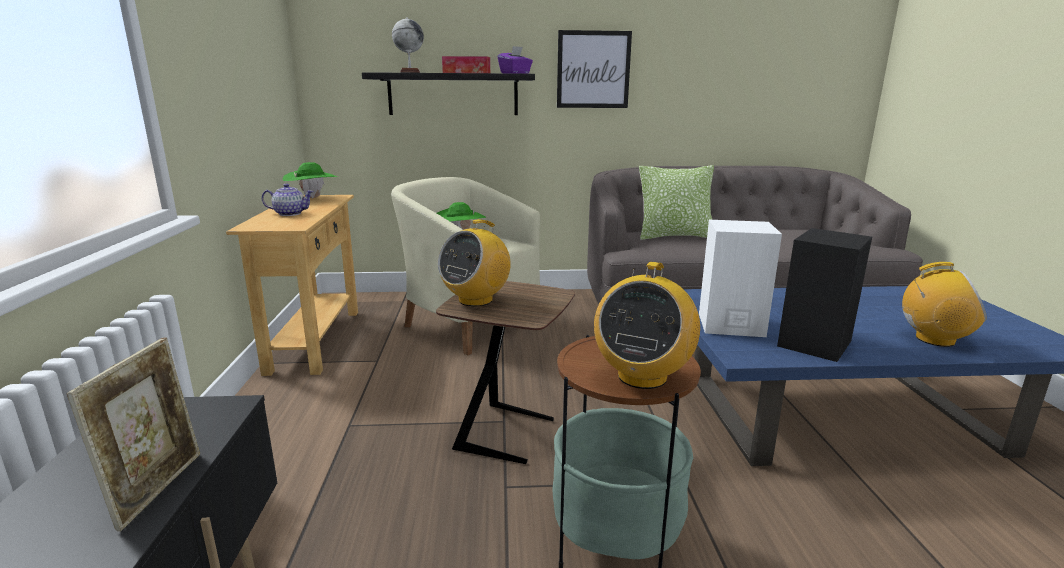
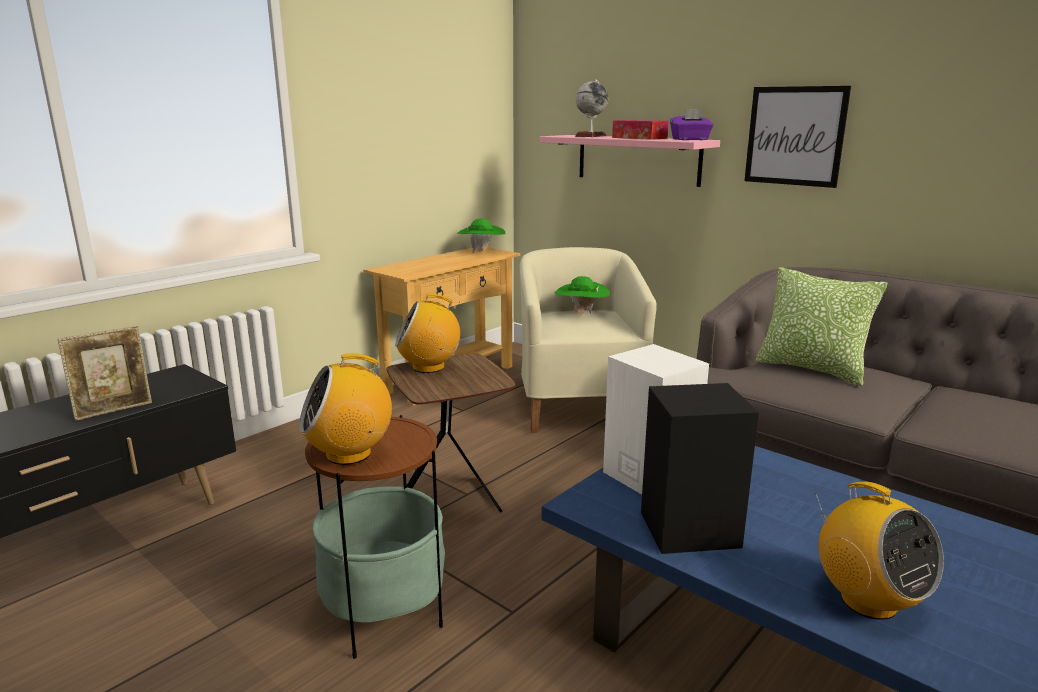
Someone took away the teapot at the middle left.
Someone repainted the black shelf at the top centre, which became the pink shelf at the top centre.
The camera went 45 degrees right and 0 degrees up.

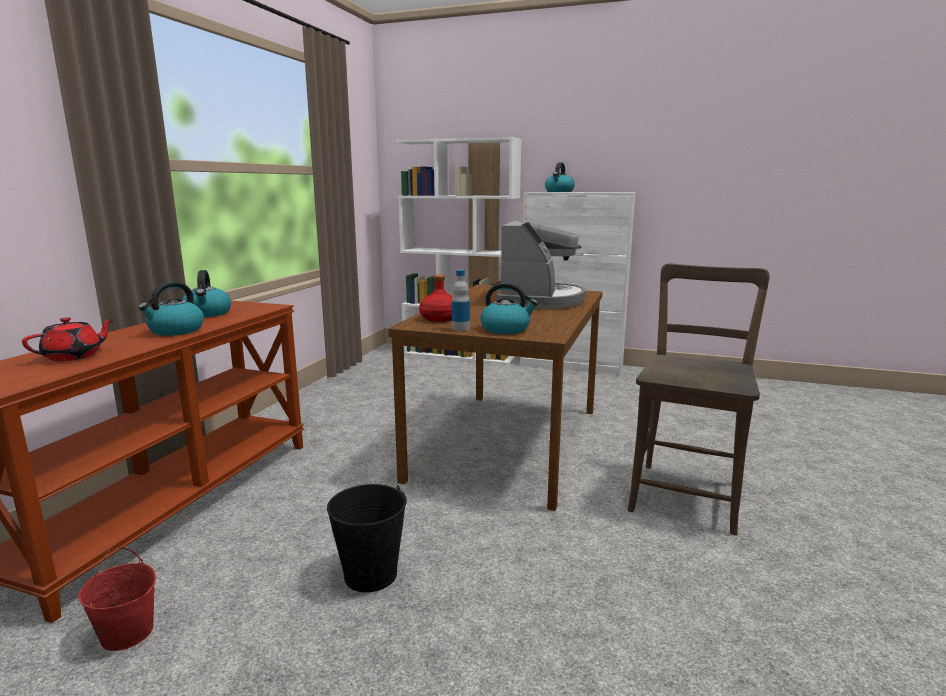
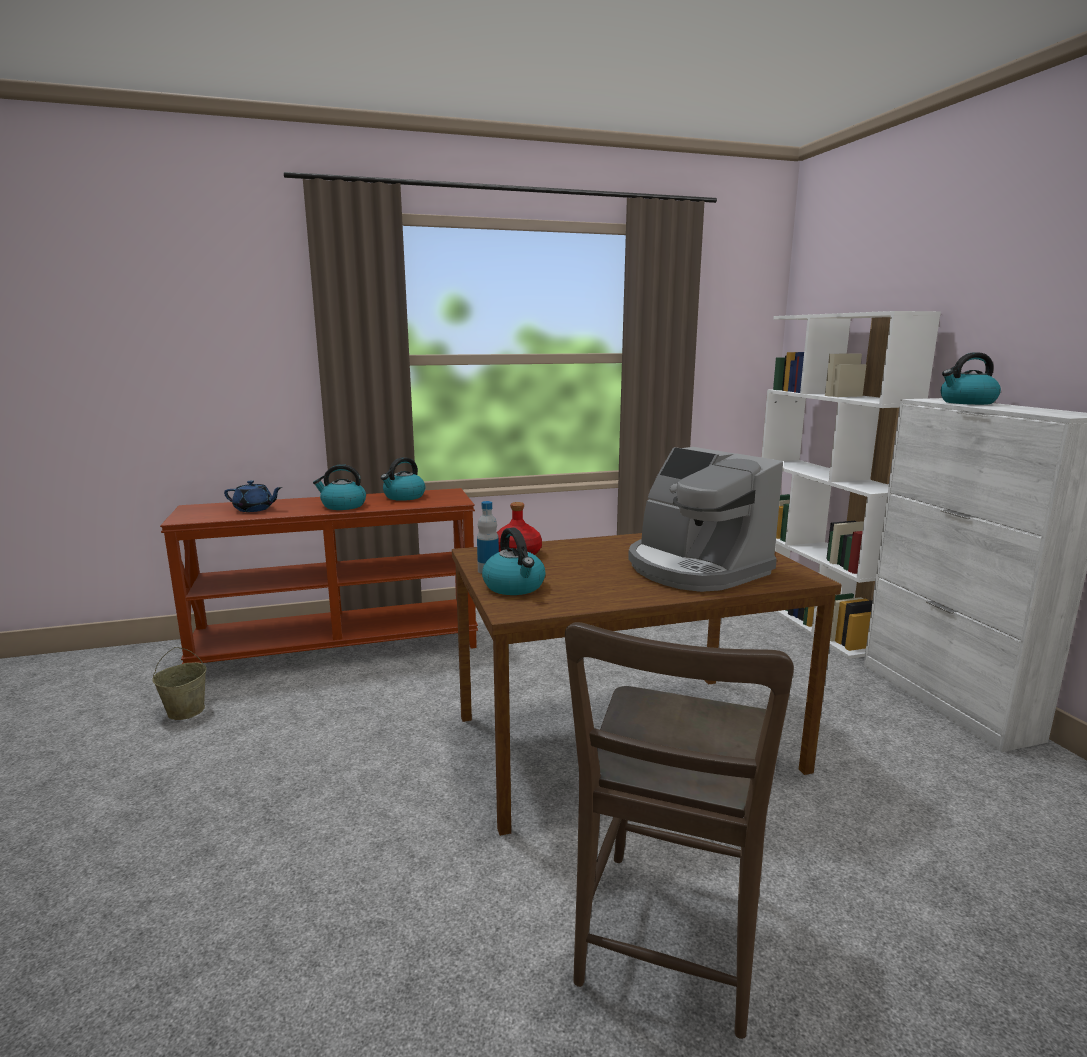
Someone took away the black bucket at the bottom centre.
Someone repainted the red teapot at the middle left, which became the blue teapot at the middle left.
Someone repainted the red bucket at the bottom left, which became the beige bucket at the middle left.
Someone rotated the coffee machine at the centre by 75 degrees clockwise.
Someone rotated the brown chair at the middle right by 120 degrees clockwise.
The camera went 55 degrees right and 0 degrees up.

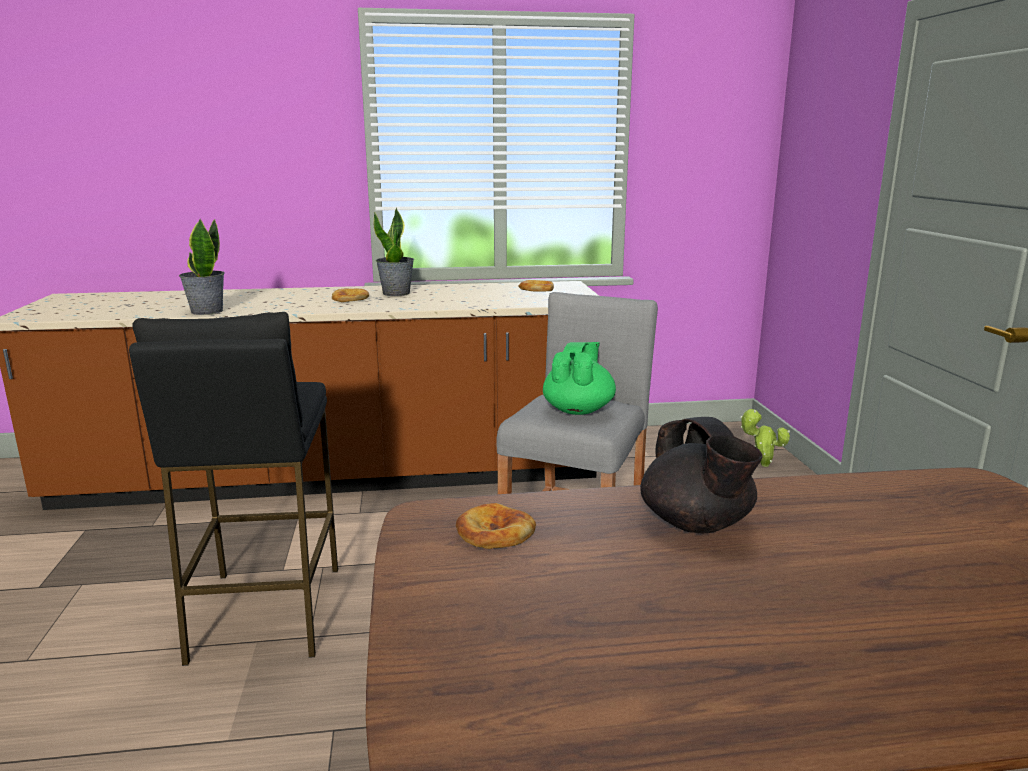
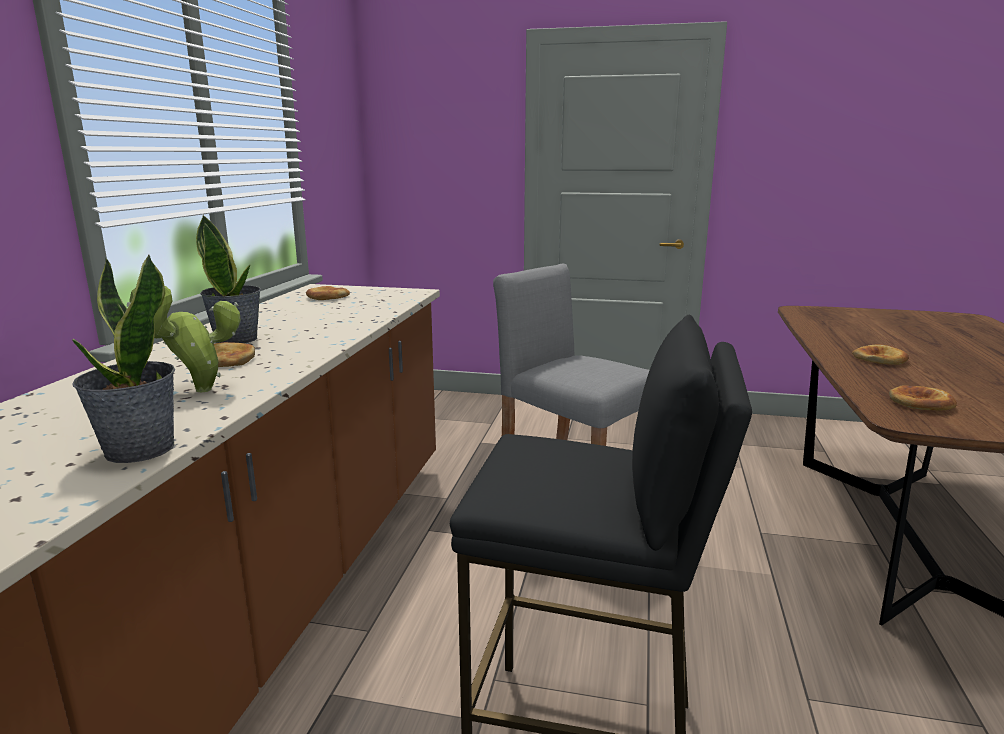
Someone took away the green teapot at the centre.
Someone carried the potted plant (3rd from left in the first image) from the middle right to the middle left.
Someone swapped the black teapot at the middle right for the bread (3rd from left) at the middle right.
The camera went 70 degrees left and 0 degrees up.

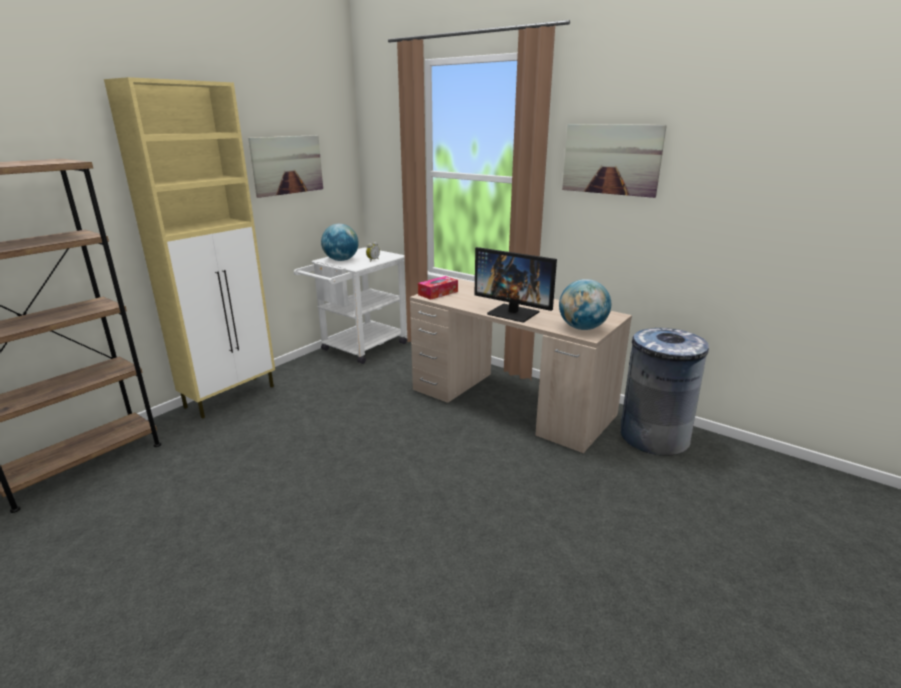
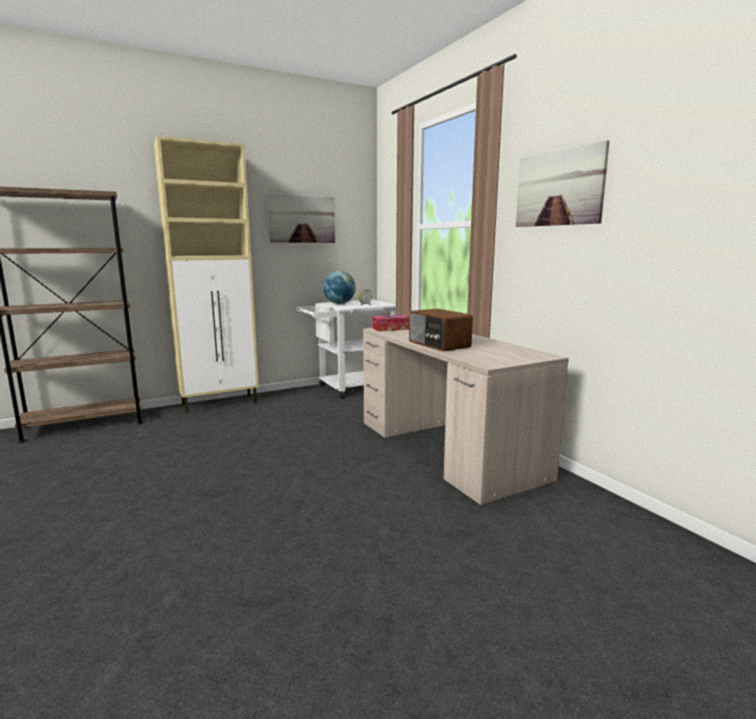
Someone took away the globe (2nd from left) at the centre.
Someone took away the grey trash can at the middle right.
Someone swapped the monitor at the centre for the radio at the centre.
The camera went 25 degrees right and 10 degrees down.

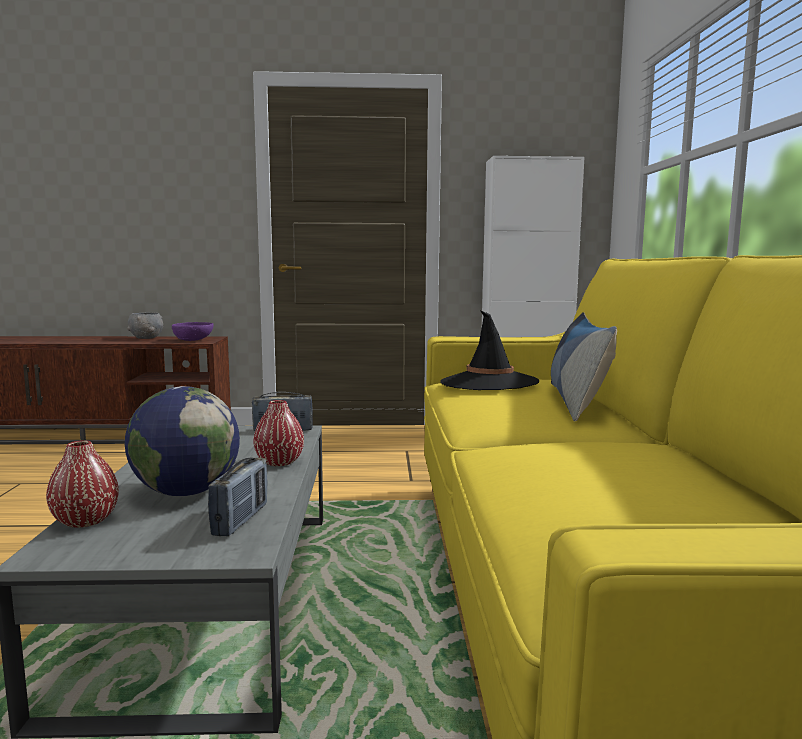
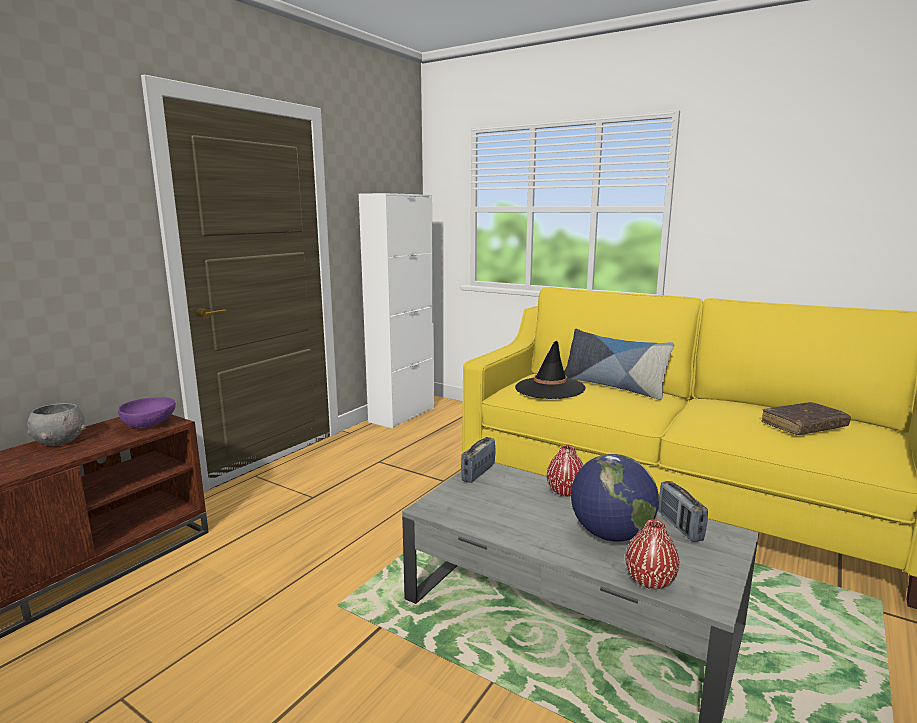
Someone put down the brown book at the middle right.
Someone rotated the radio (1st from left in the first image) at the bottom left by 150 degrees counterclockwise.
The camera went 55 degrees left and 5 degrees up.

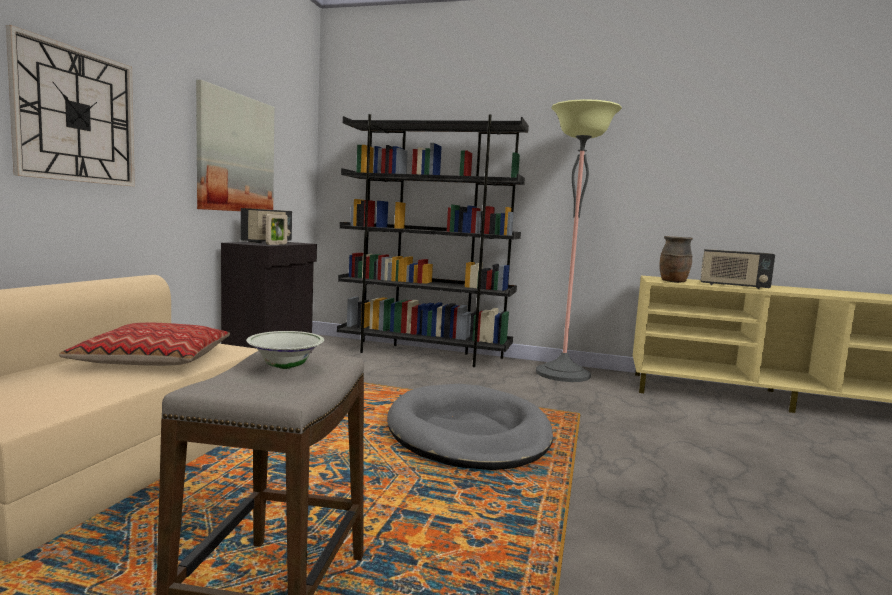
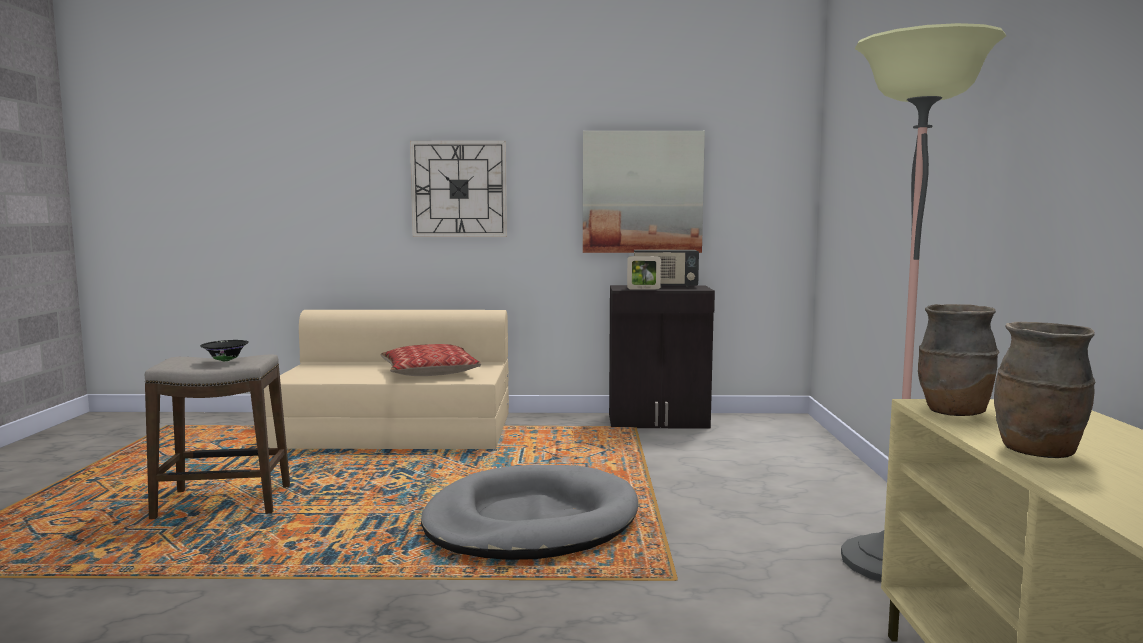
Someone took away the black bookcase at the centre.
Someone swapped the radio (2nd from left) at the middle right for the brown vase (2nd from left) at the middle right.
Someone repainted the white bowl at the middle left, which became the black bowl at the middle left.
The camera went 75 degrees right and 0 degrees up.

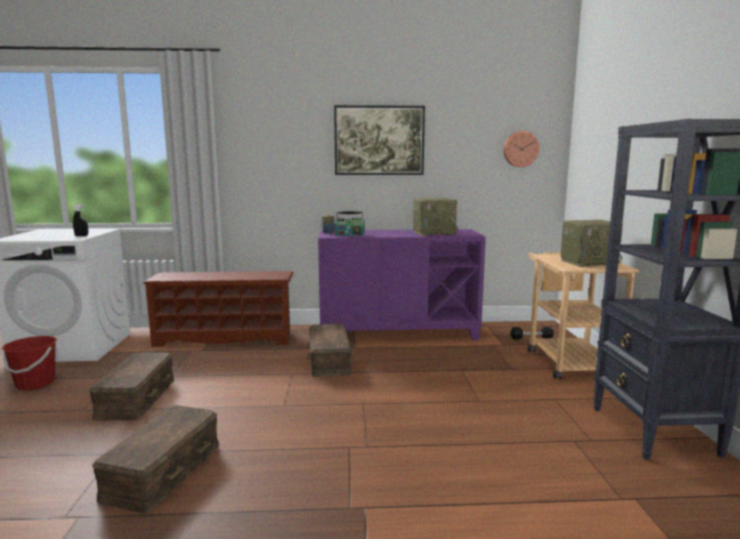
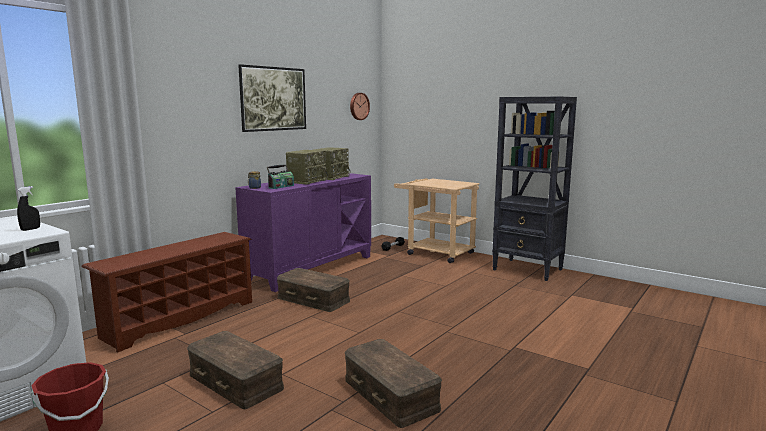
Someone carried the radio (3rd from left in the first image) from the middle right to the centre.
The camera went 50 degrees left and 0 degrees up.

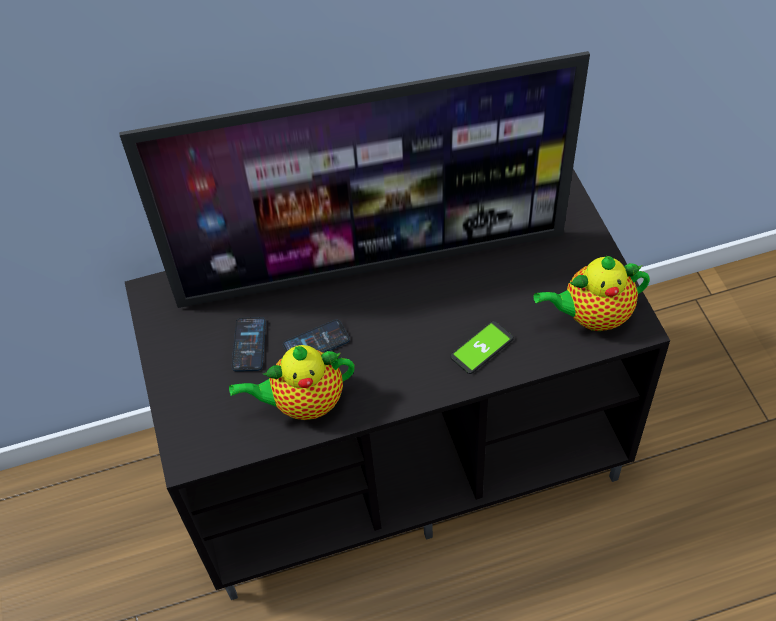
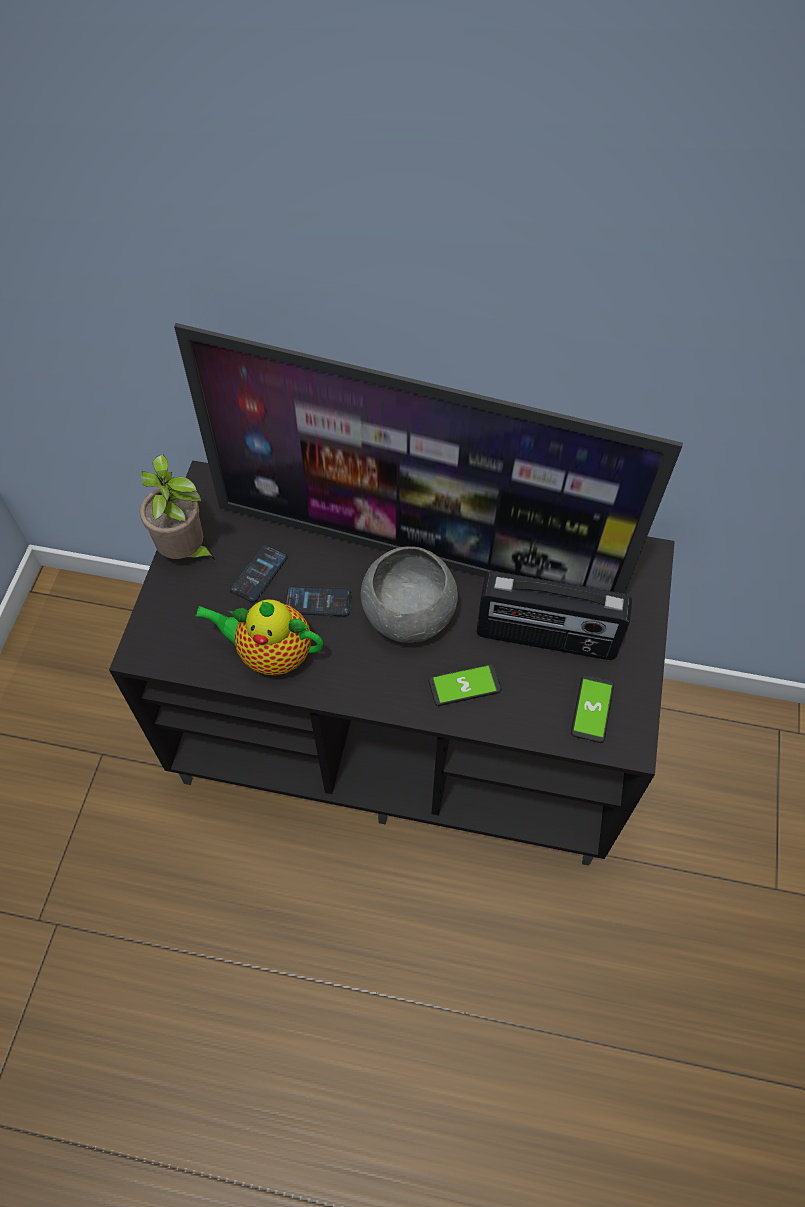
Someone put down the potted plant at the middle left.
Someone put down the grey bowl at the centre.
Someone put down the radio at the middle right.
Someone swapped the teapot (2nd from left) at the middle right for the phone (4th from left) at the middle right.
The camera went 25 degrees right and 5 degrees up.

